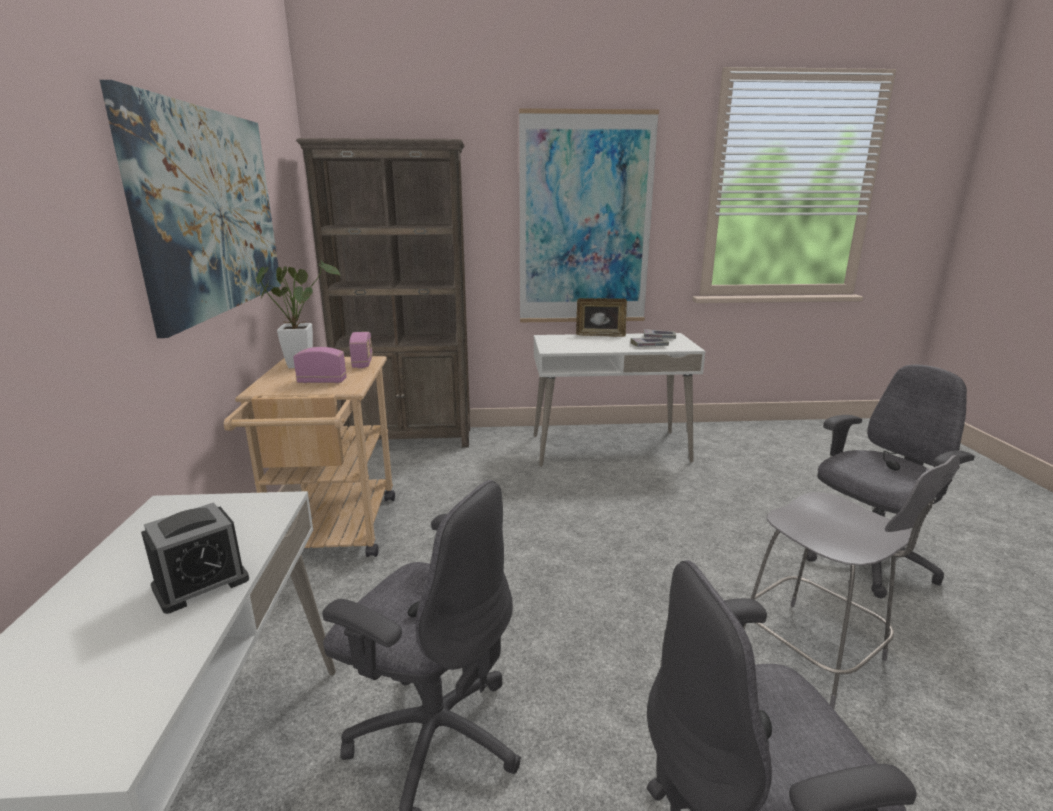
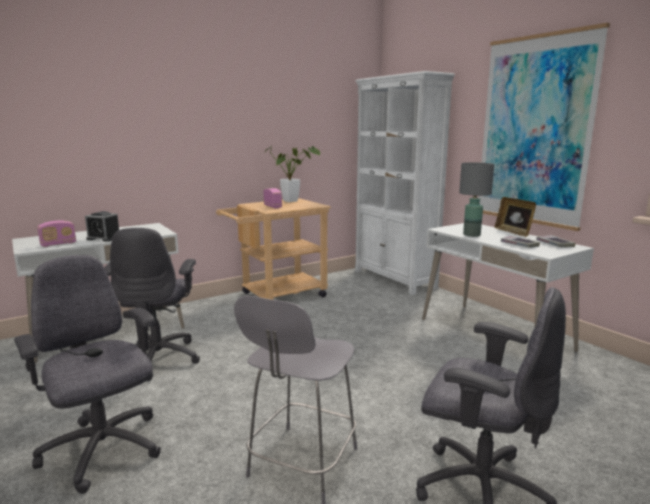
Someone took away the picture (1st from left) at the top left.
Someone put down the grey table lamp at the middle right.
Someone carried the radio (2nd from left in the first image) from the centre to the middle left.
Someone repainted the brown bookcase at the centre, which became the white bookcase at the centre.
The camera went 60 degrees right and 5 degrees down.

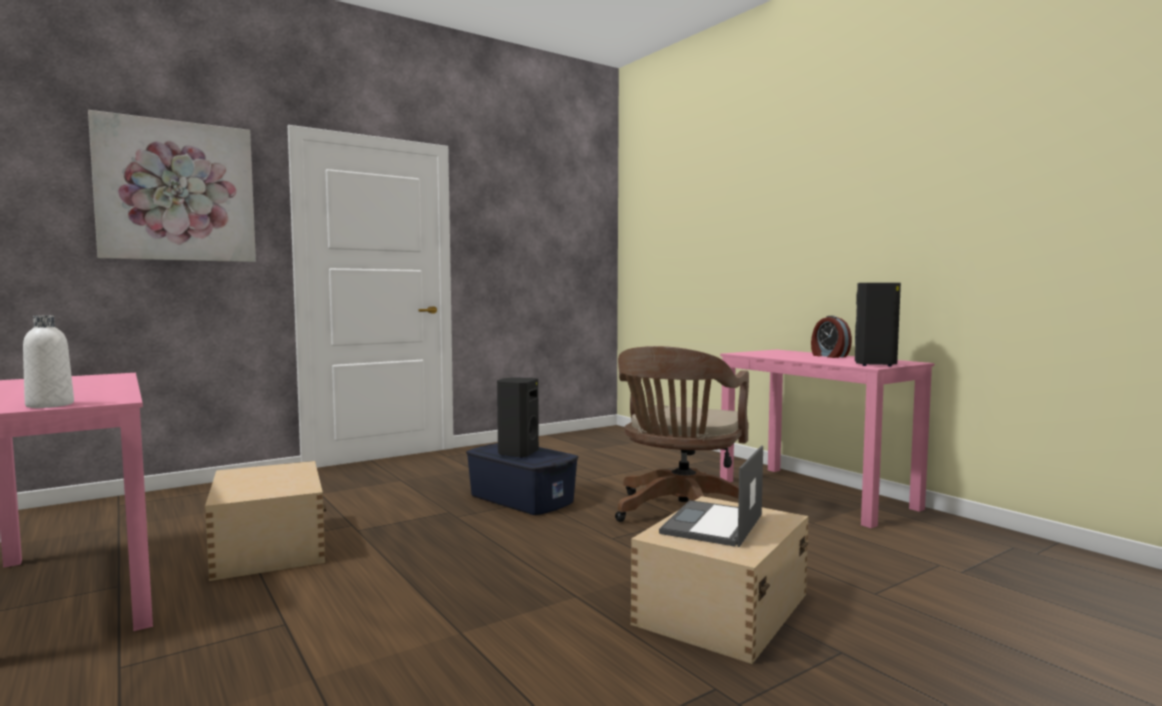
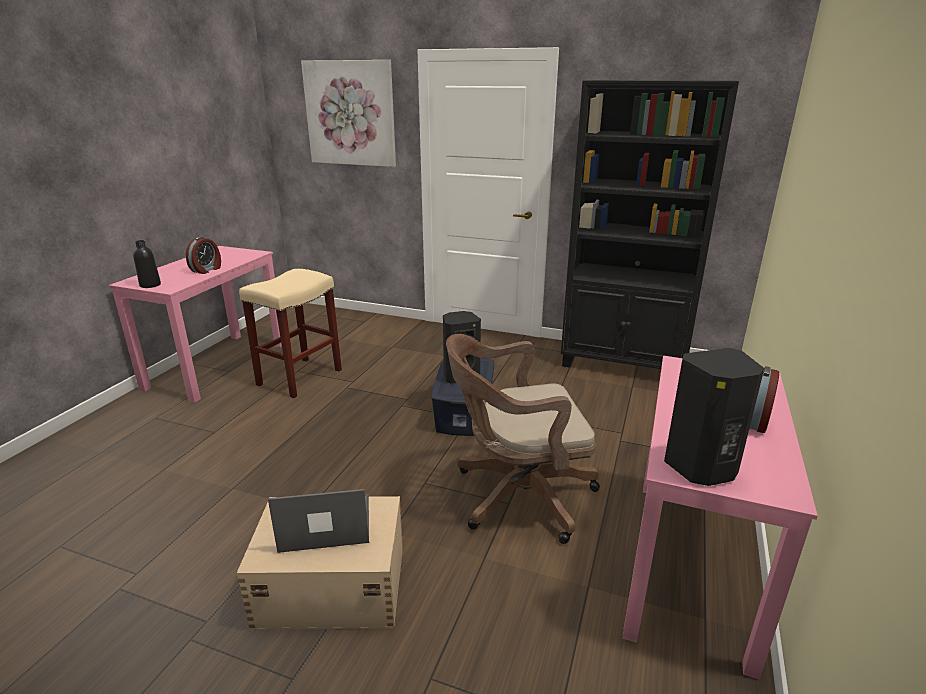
Someone put down the alarm clock (1st from left) at the middle left.
Someone put down the black bookcase at the top right.
Someone swapped the beige storage box (1st from left) at the bottom left for the beige stool at the middle left.
Someone repainted the white bottle at the middle left, which became the black bottle at the middle left.
The camera went 55 degrees right and 20 degrees up.

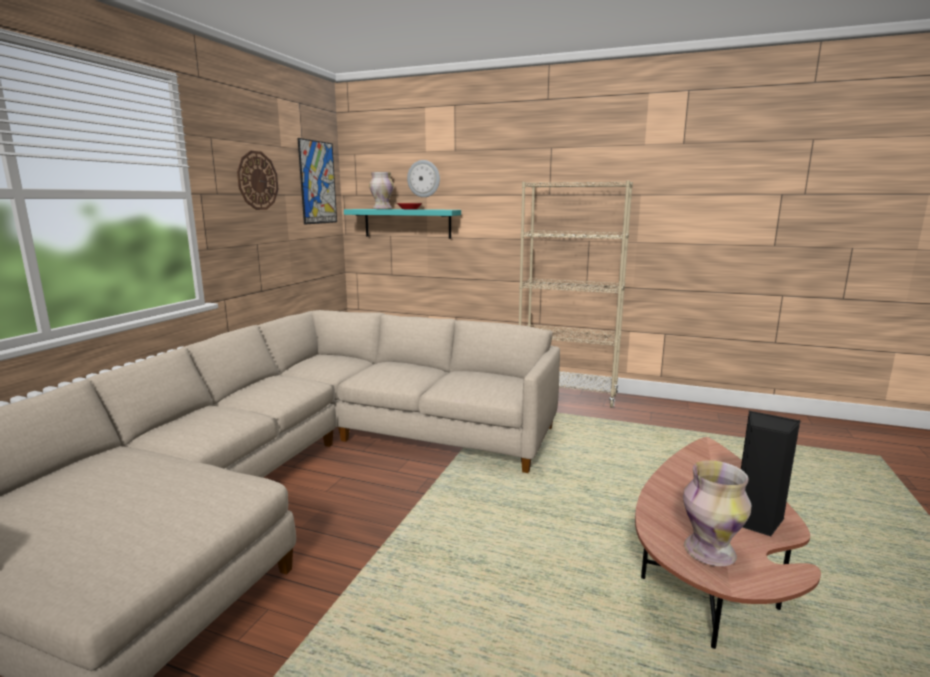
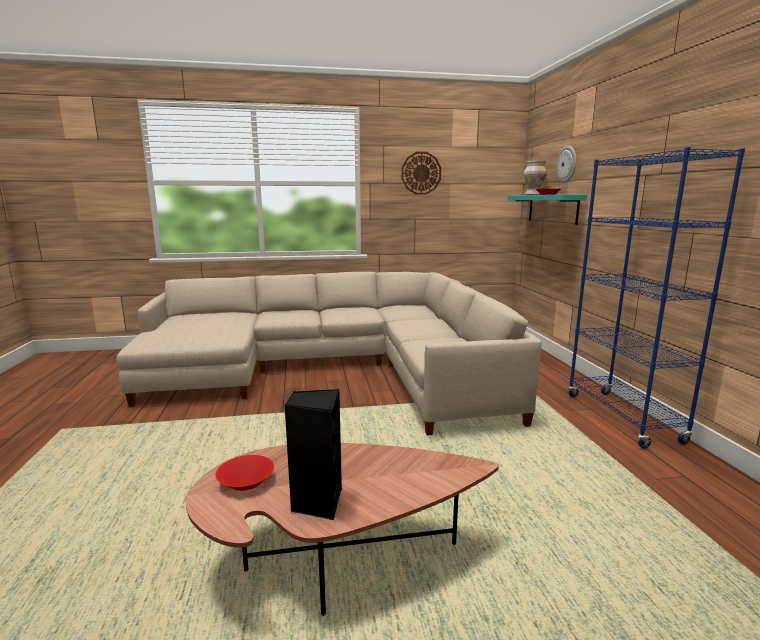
Someone took away the picture at the top centre.
Someone swapped the vase (2nd from left) at the bottom right for the red bowl (1st from left) at the bottom left.
Someone repainted the beige bookcase at the centre, which became the blue bookcase at the middle right.
The camera went 60 degrees right and 0 degrees up.

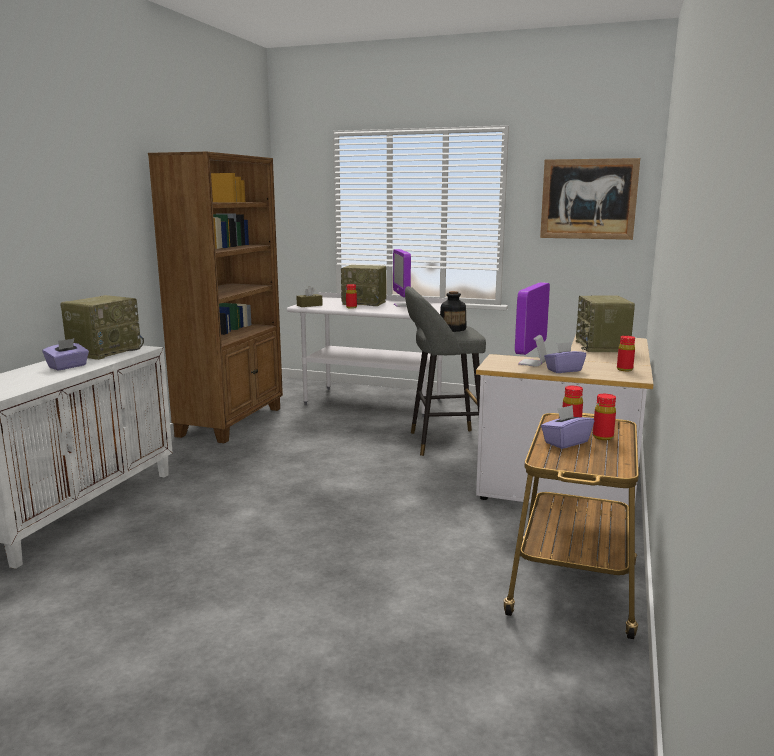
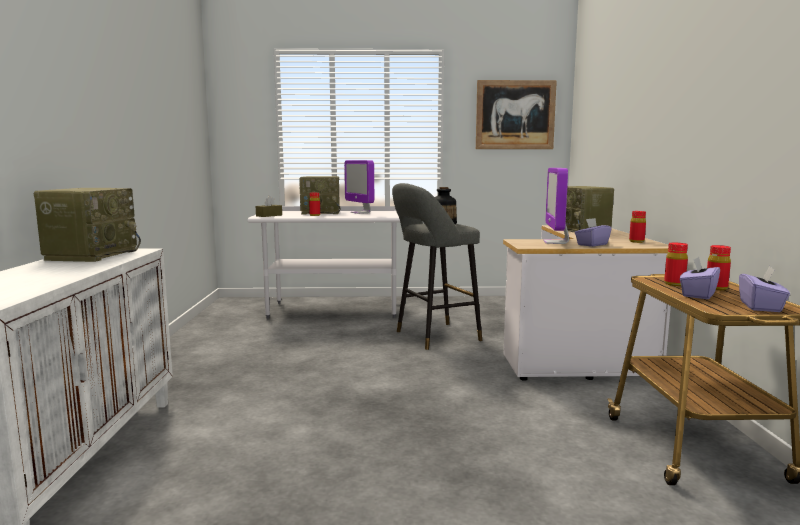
Someone took away the brown bookcase at the middle left.
Someone carried the purple tissue box (1st from left in the first image) from the middle left to the middle right.
The camera went 20 degrees left and 5 degrees down.

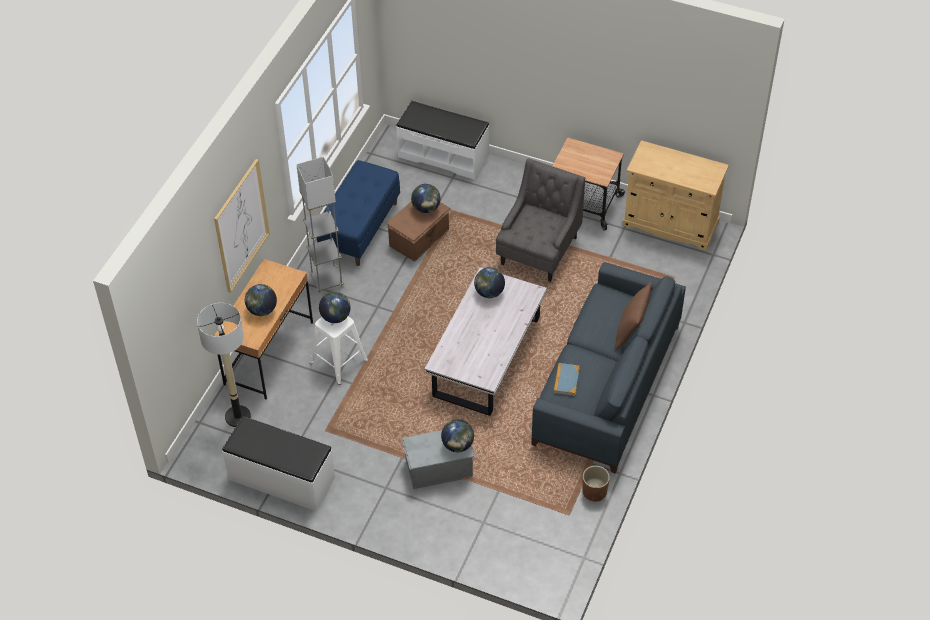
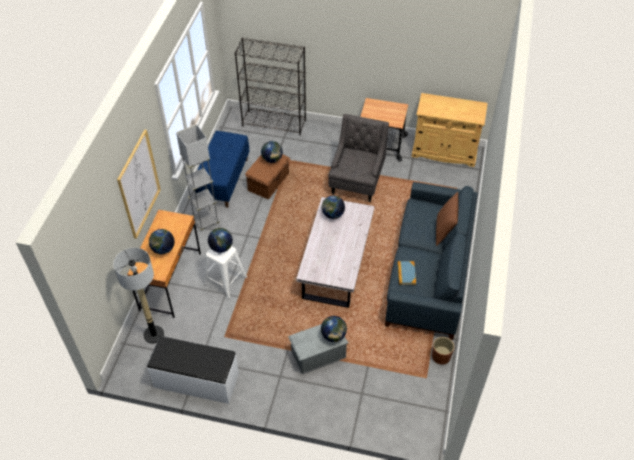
Someone swapped the white bench (2nd from left) at the top centre for the black bookcase at the top centre.
The camera went 10 degrees left and 0 degrees up.

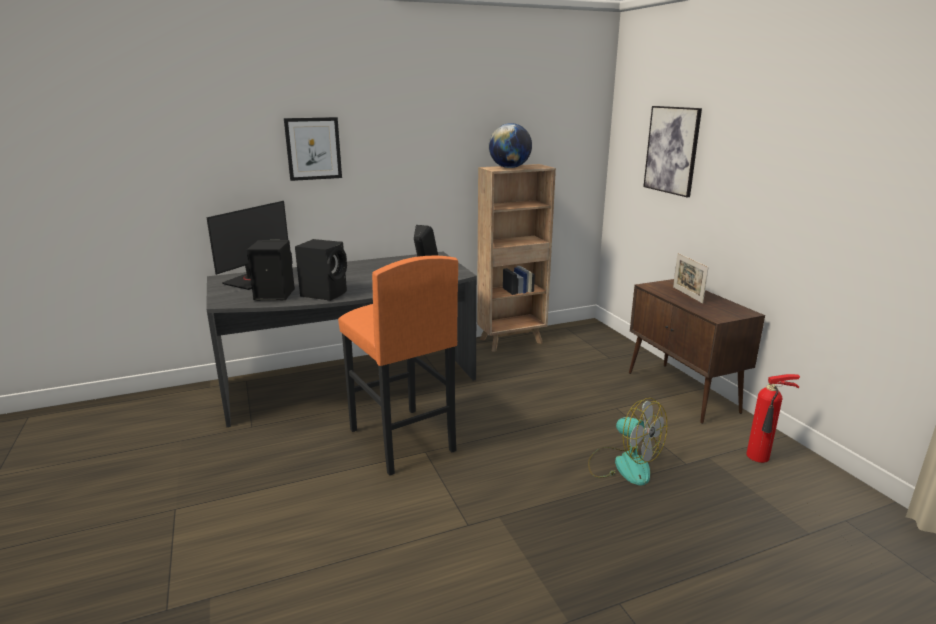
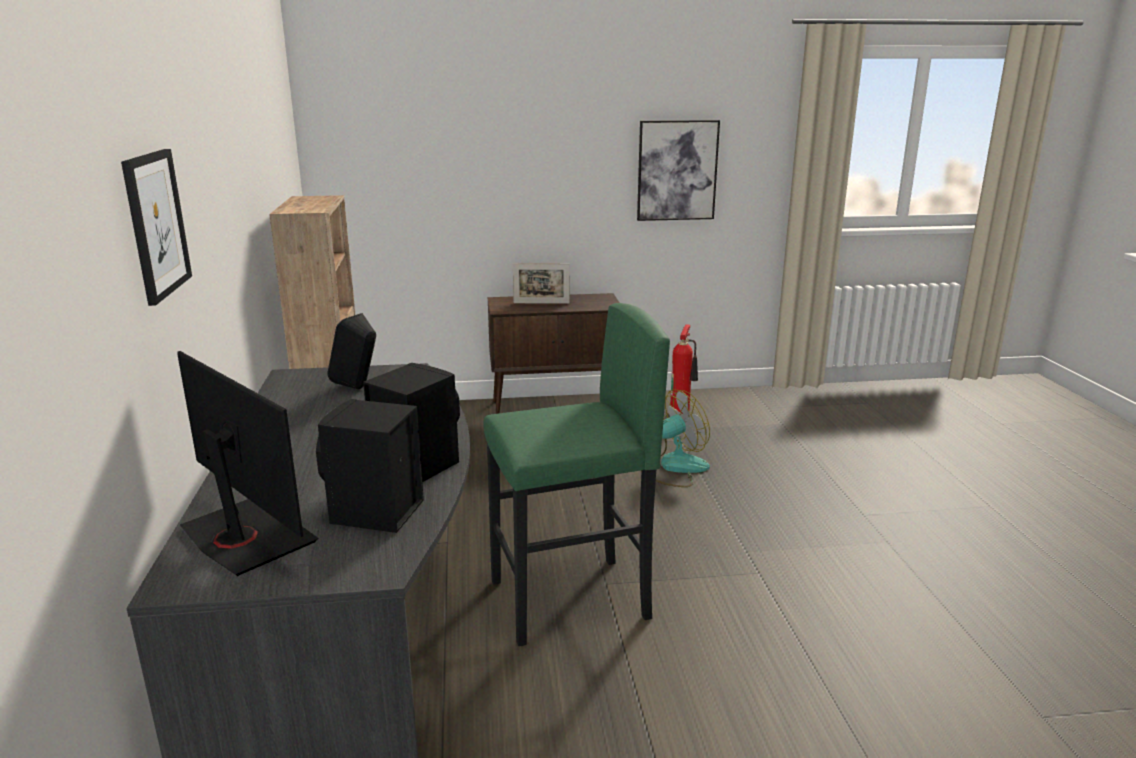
Someone took away the globe at the top centre.
Someone carried the picture (2nd from left) from the top right to the top centre.
Someone repainted the orange stool at the centre, which became the green stool at the centre.
The camera went 75 degrees left and 0 degrees up.

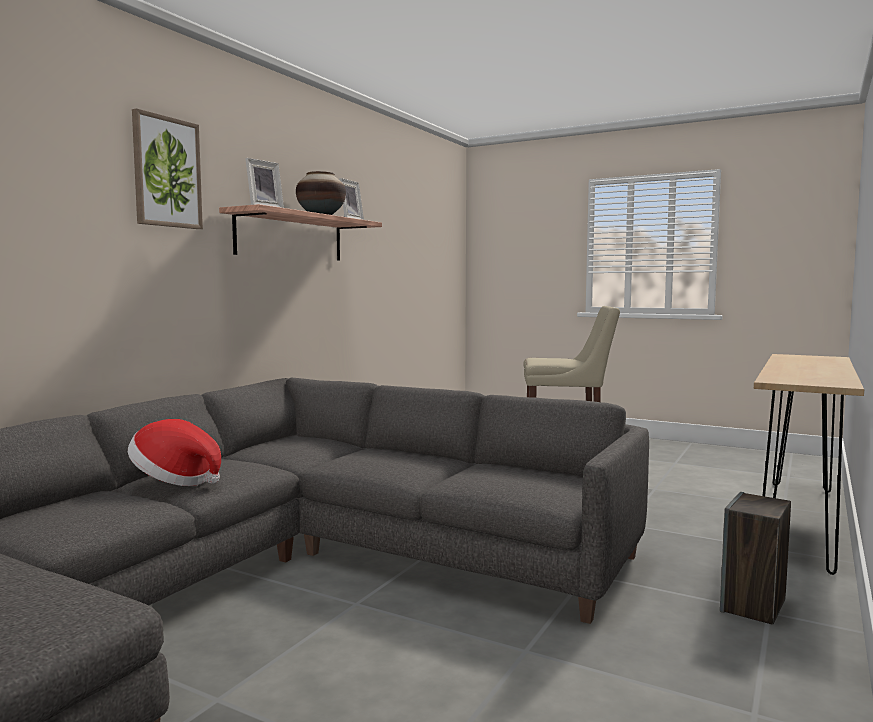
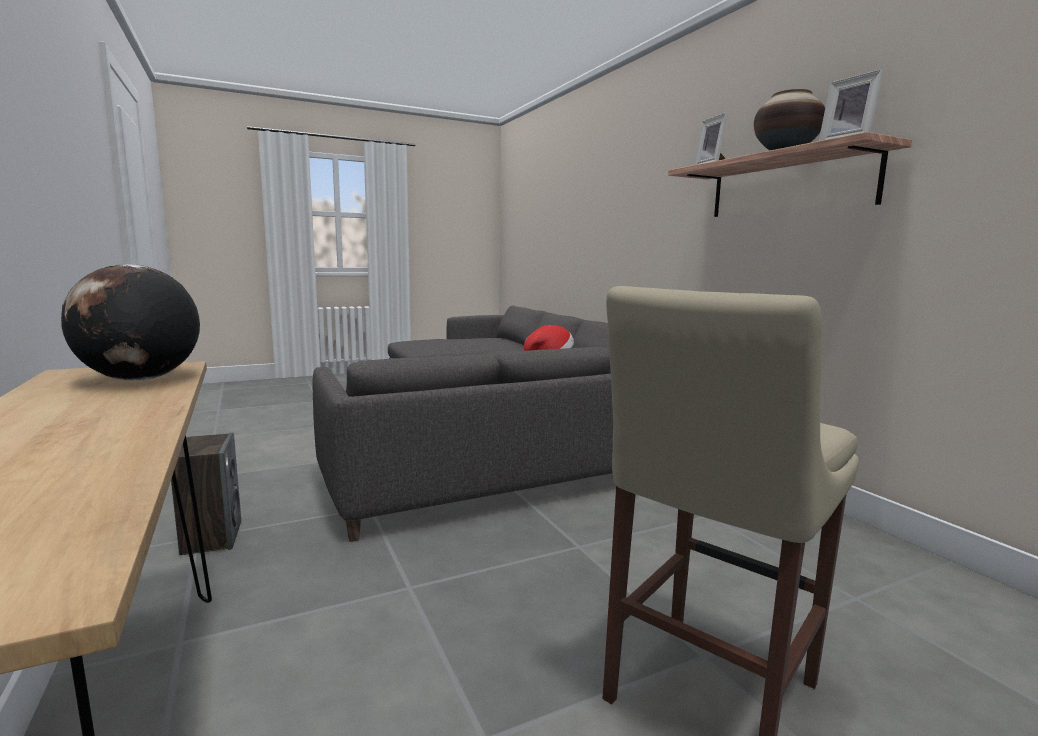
Someone took away the picture at the top left.
Someone put down the globe at the middle left.
The camera went 125 degrees right and 5 degrees up.

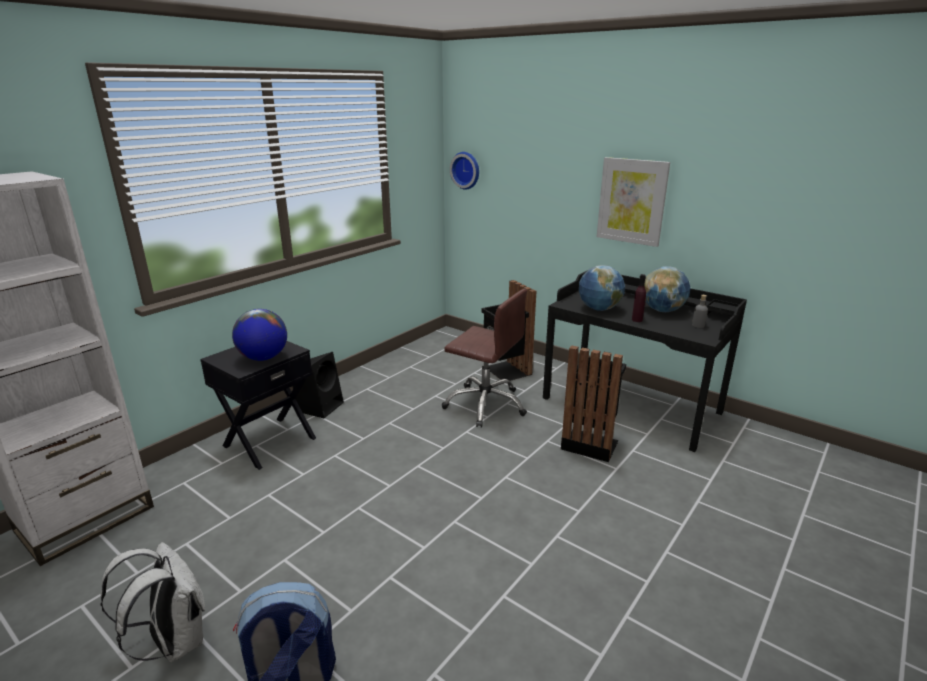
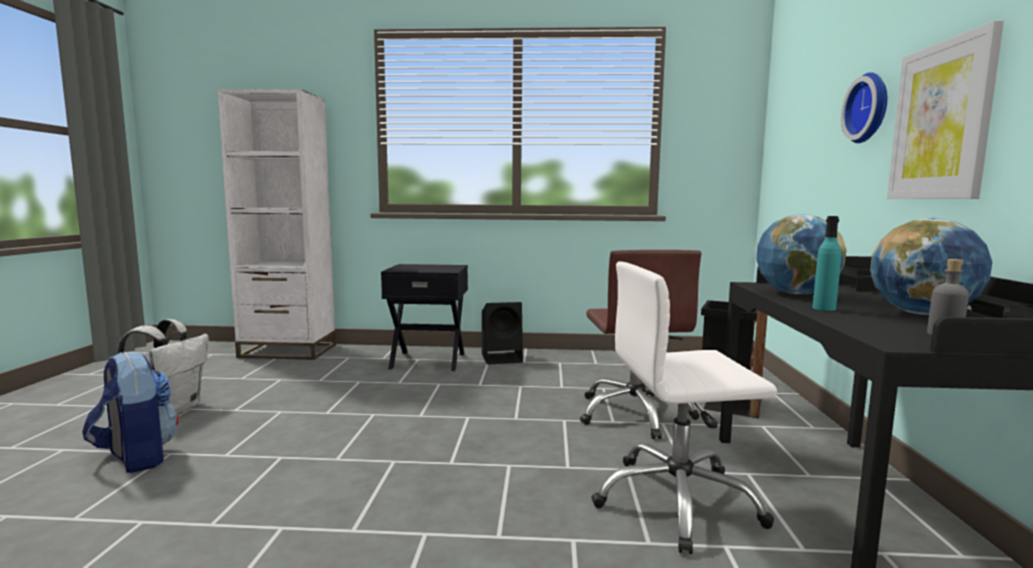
Someone took away the globe (1st from left) at the middle left.
Someone carried the wall clock from the top centre to the top right.
Someone swapped the black trash can (2nd from left) at the centre for the white office chair at the bottom centre.
Someone repainted the purple bottle at the middle right, which became the turquoise bottle at the middle right.
The camera went 55 degrees right and 15 degrees down.

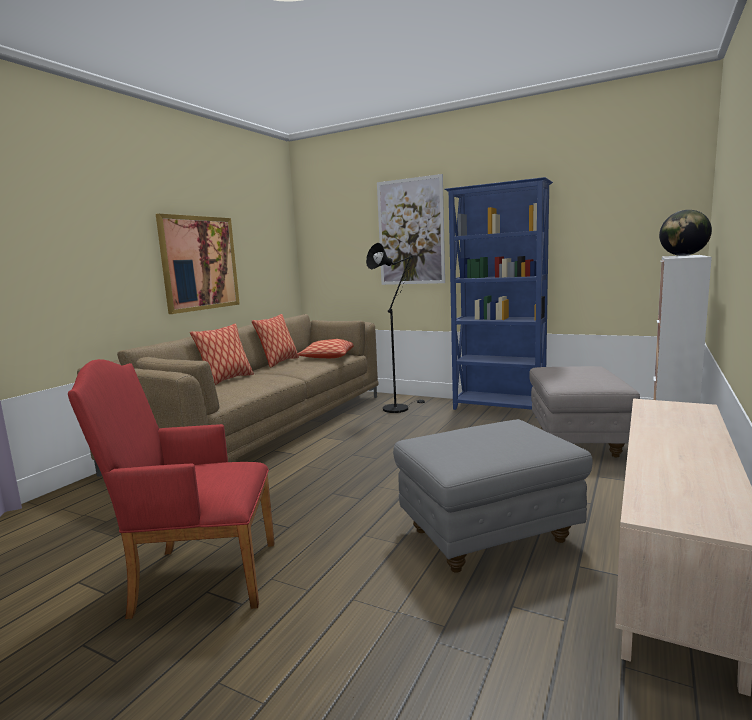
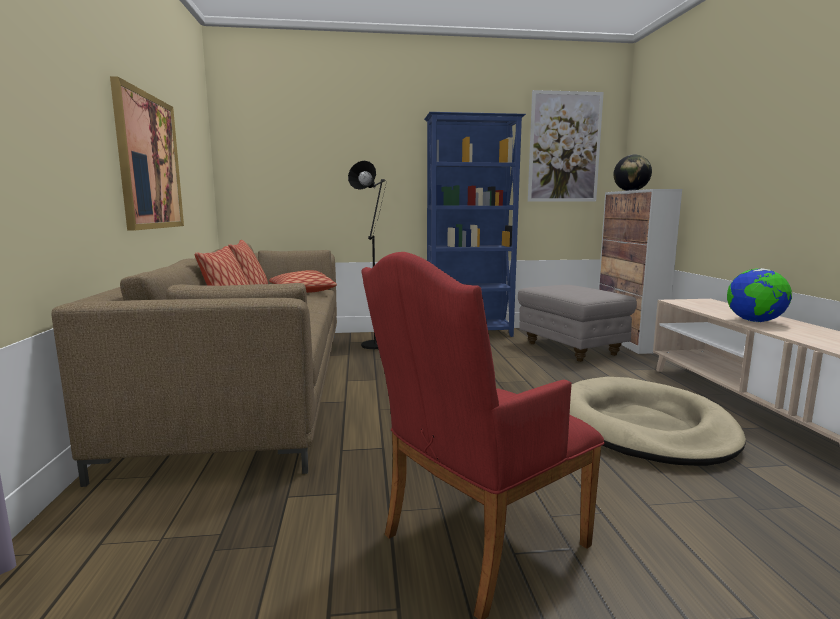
Someone put down the globe (2nd from left) at the middle right.
Someone carried the picture (2nd from left) from the top centre to the top right.
Someone swapped the grey ottoman (1st from left) at the bottom centre for the beige dog bed at the bottom right.
The camera went 35 degrees left and 0 degrees up.

